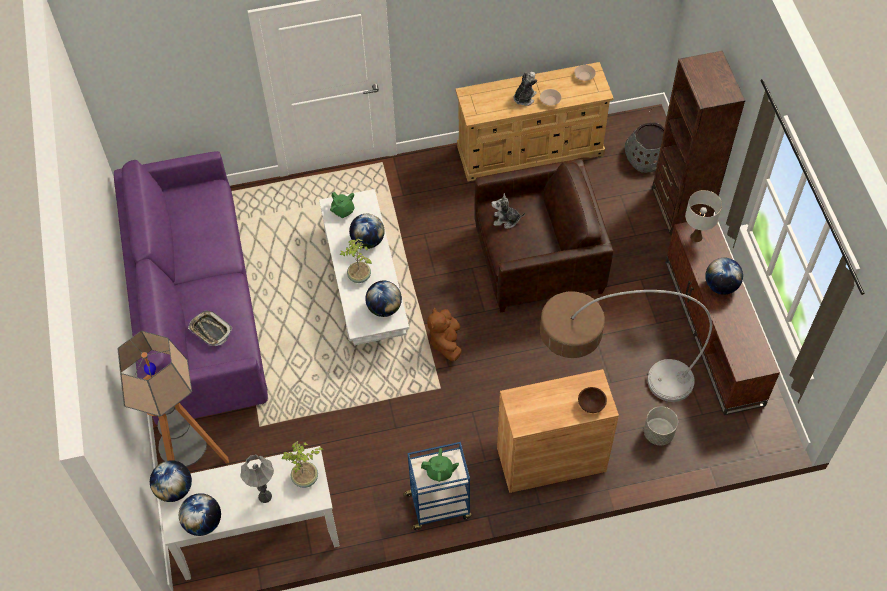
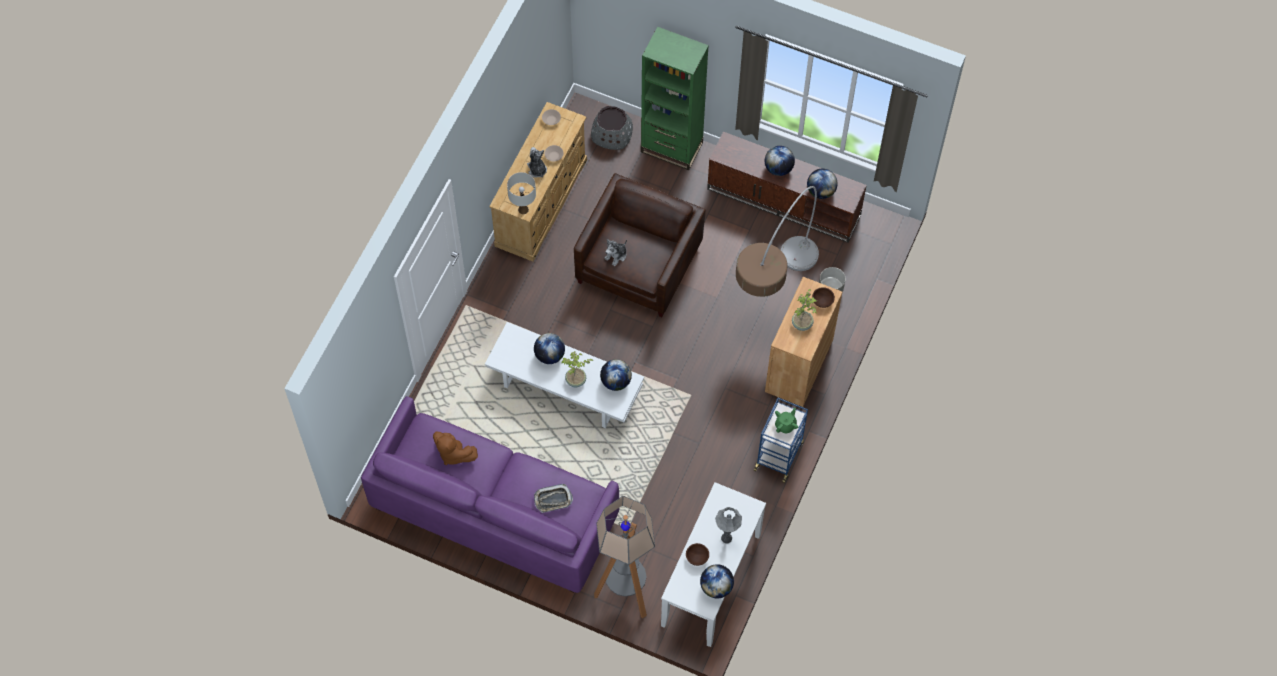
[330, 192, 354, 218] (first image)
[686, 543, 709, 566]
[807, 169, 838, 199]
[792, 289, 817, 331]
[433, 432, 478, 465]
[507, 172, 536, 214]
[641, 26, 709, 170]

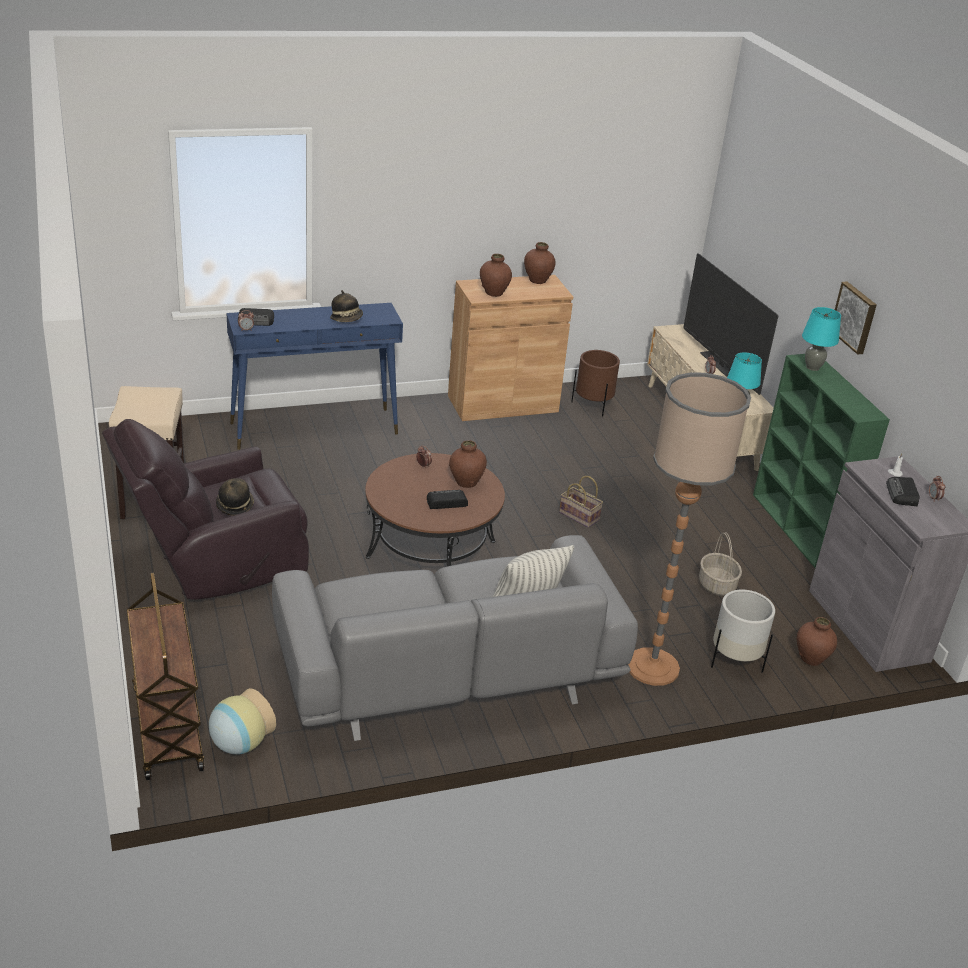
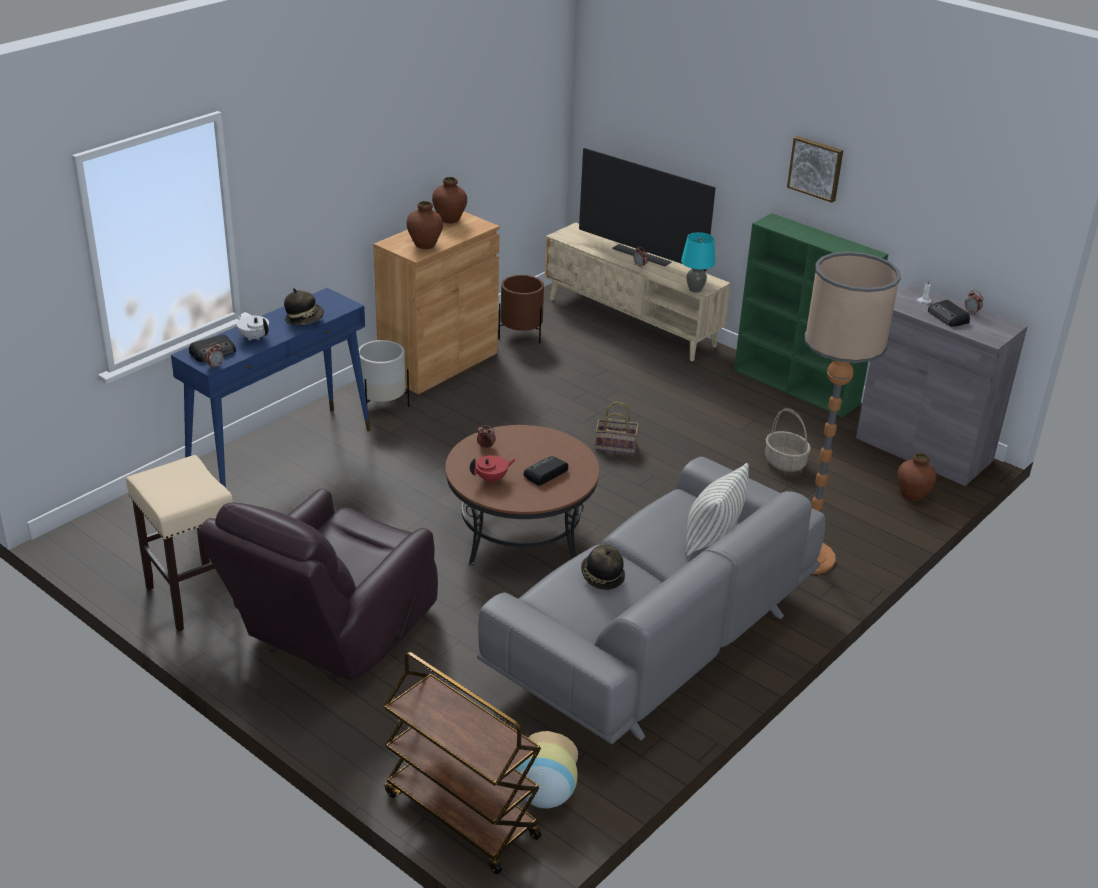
[449, 440, 487, 488] (first image)
[802, 307, 841, 371] (first image)
[236, 315, 269, 341]
[470, 455, 516, 484]
[581, 544, 625, 590]
[359, 340, 409, 407]

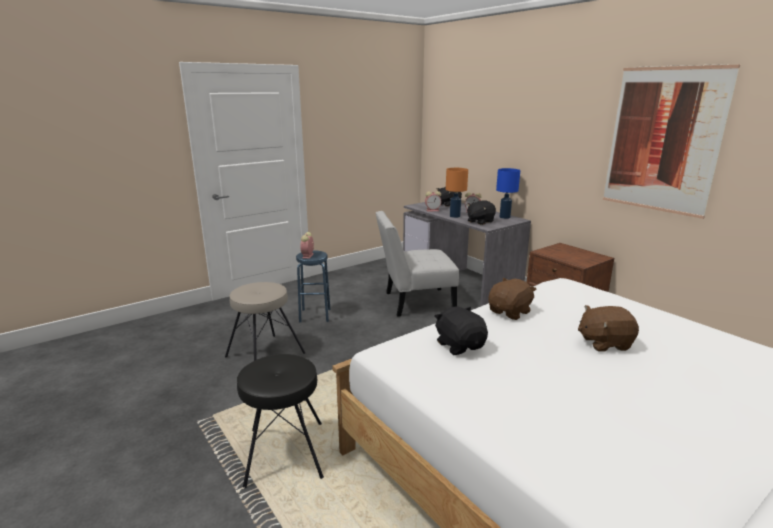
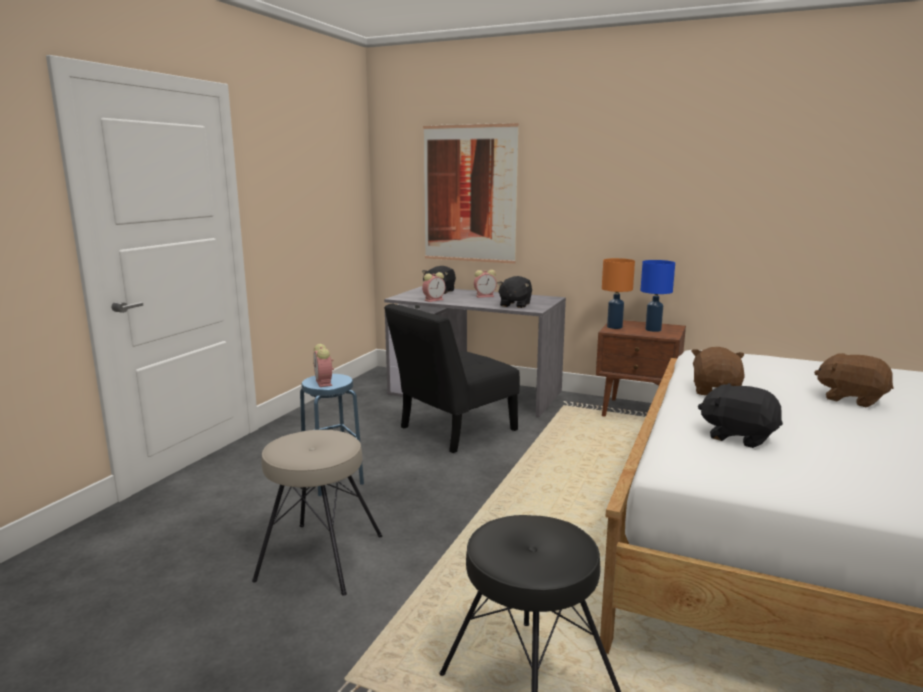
[602, 258, 635, 329]
[640, 260, 675, 332]
[423, 123, 519, 264]
[384, 303, 520, 453]
[814, 353, 894, 407]

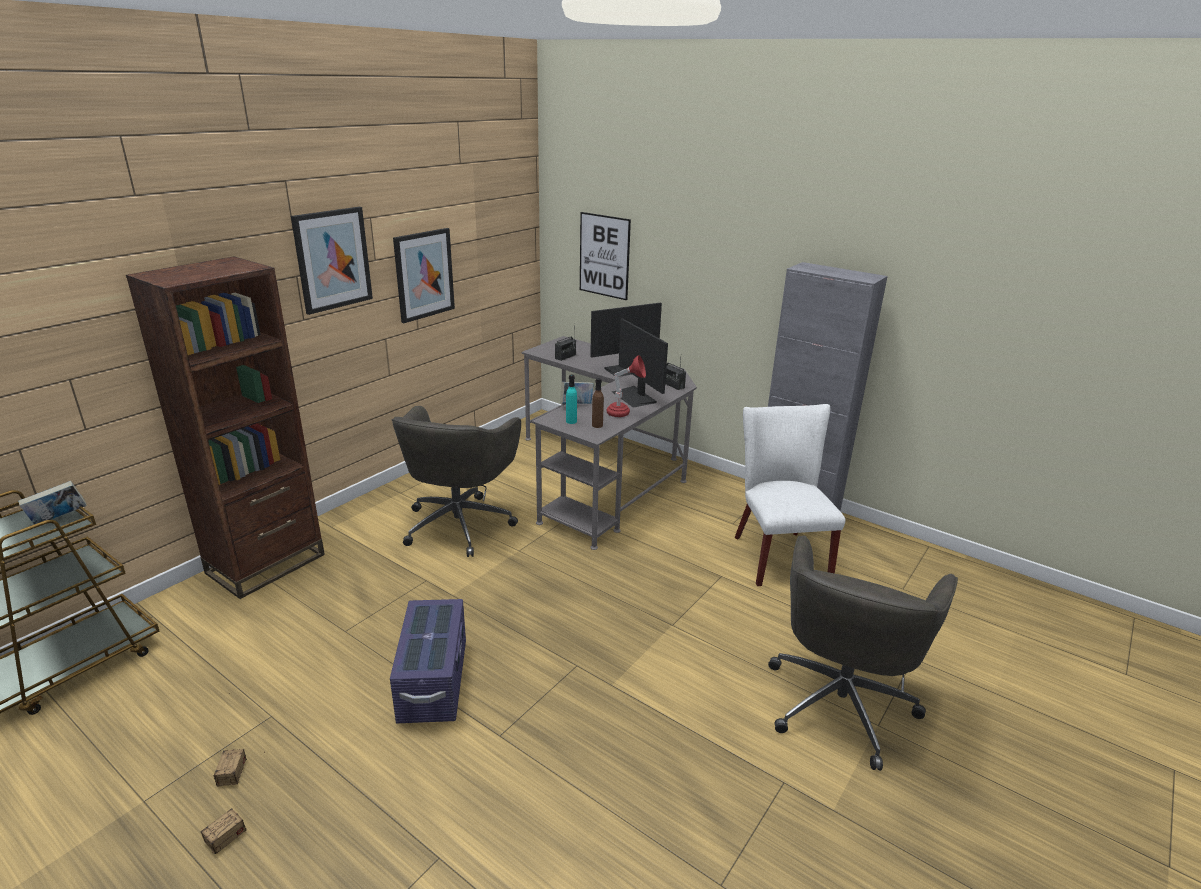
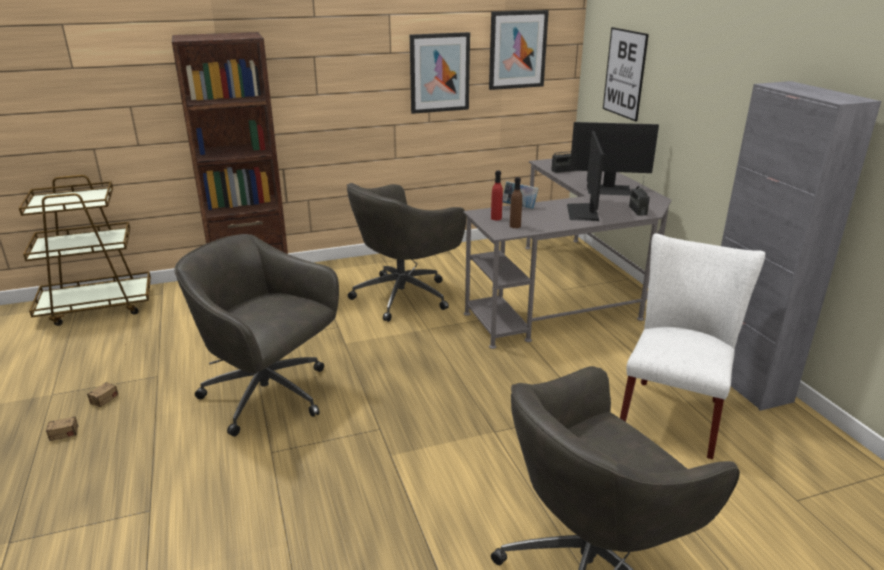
[18, 481, 87, 524] (first image)
[606, 355, 646, 417] (first image)
[489, 10, 549, 90]
[174, 234, 339, 437]
[491, 171, 503, 220]

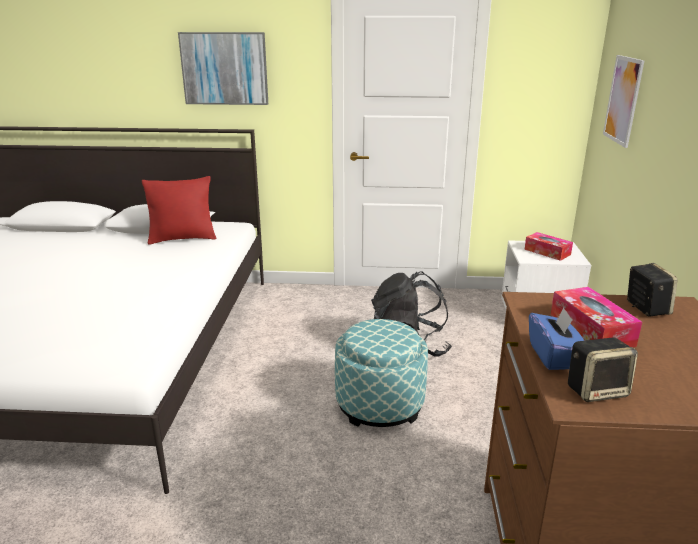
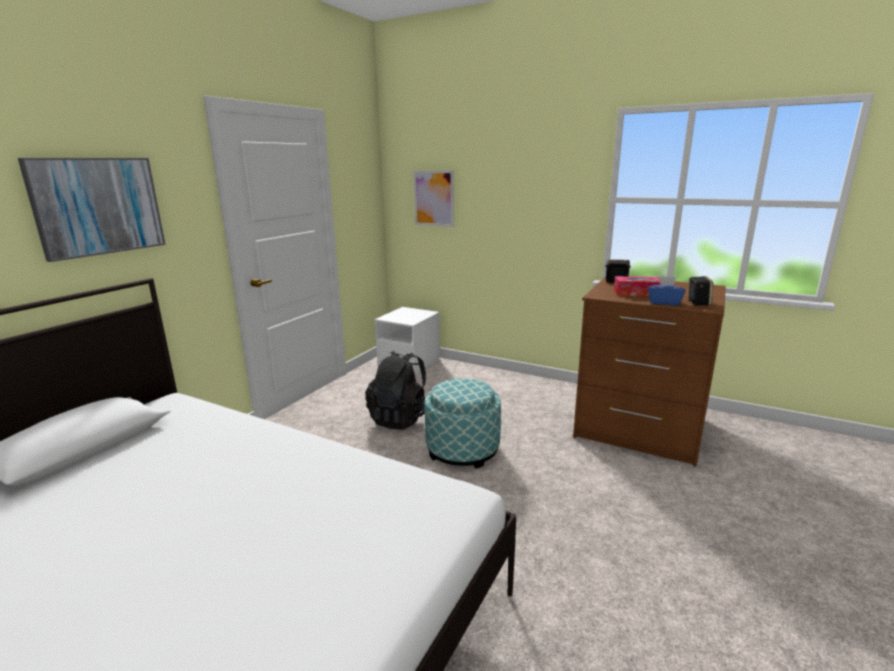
[142, 176, 217, 245] (first image)
[524, 232, 573, 261] (first image)

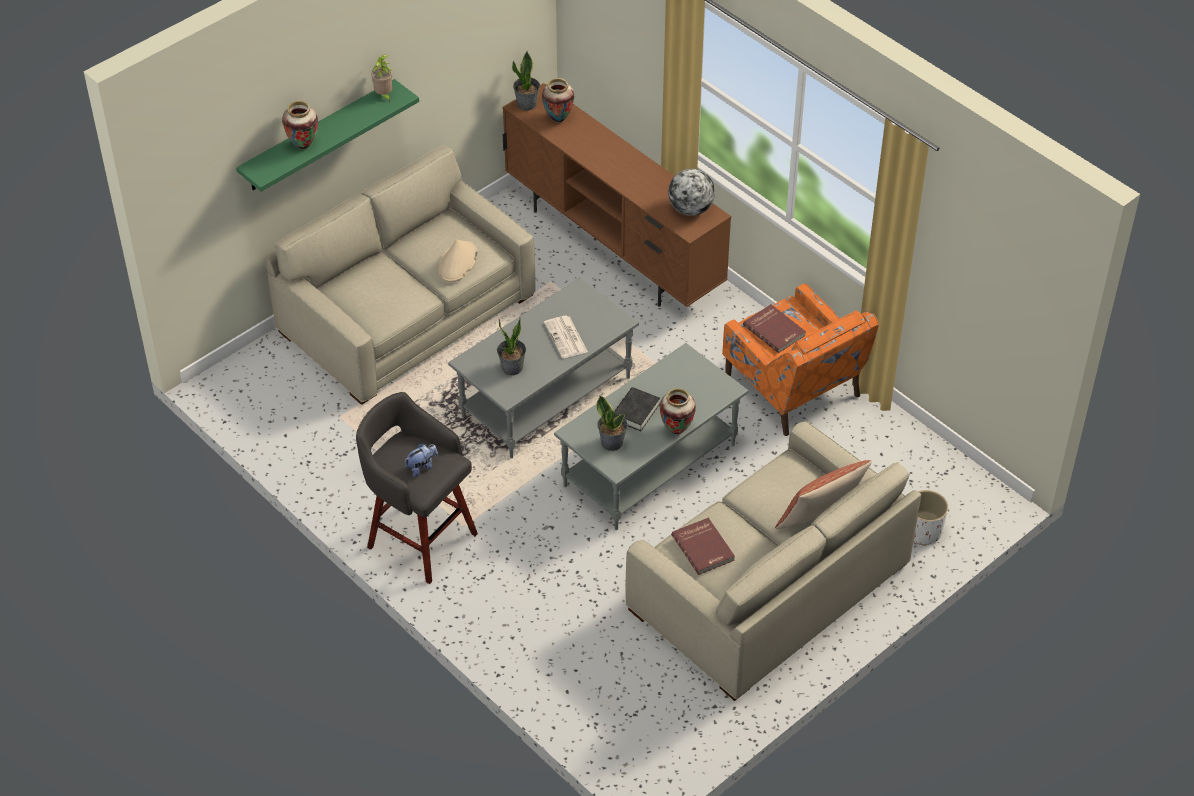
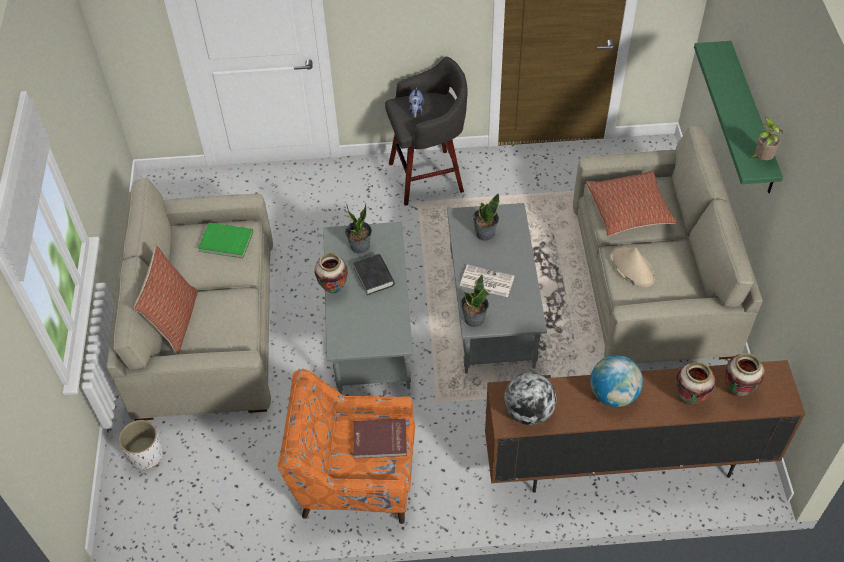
[585, 171, 677, 236]
[590, 355, 643, 407]
[676, 362, 715, 405]
[460, 275, 489, 327]
[198, 223, 253, 258]

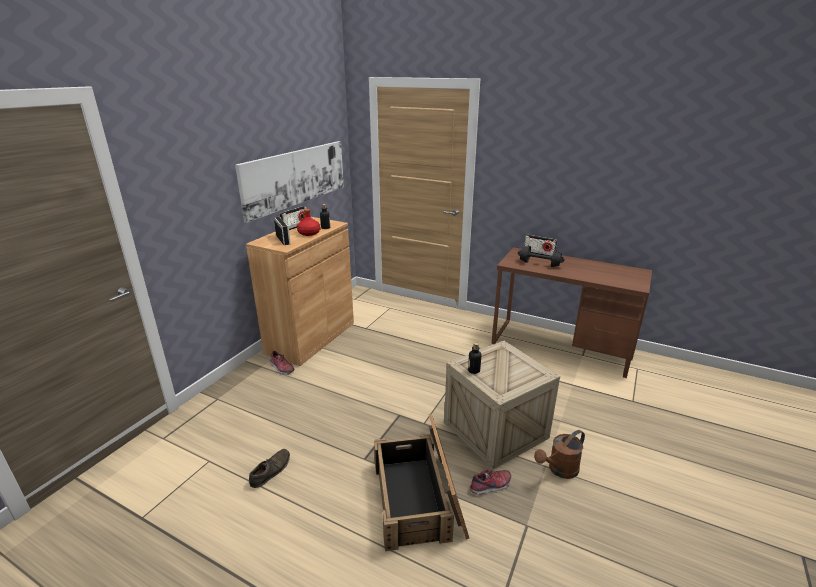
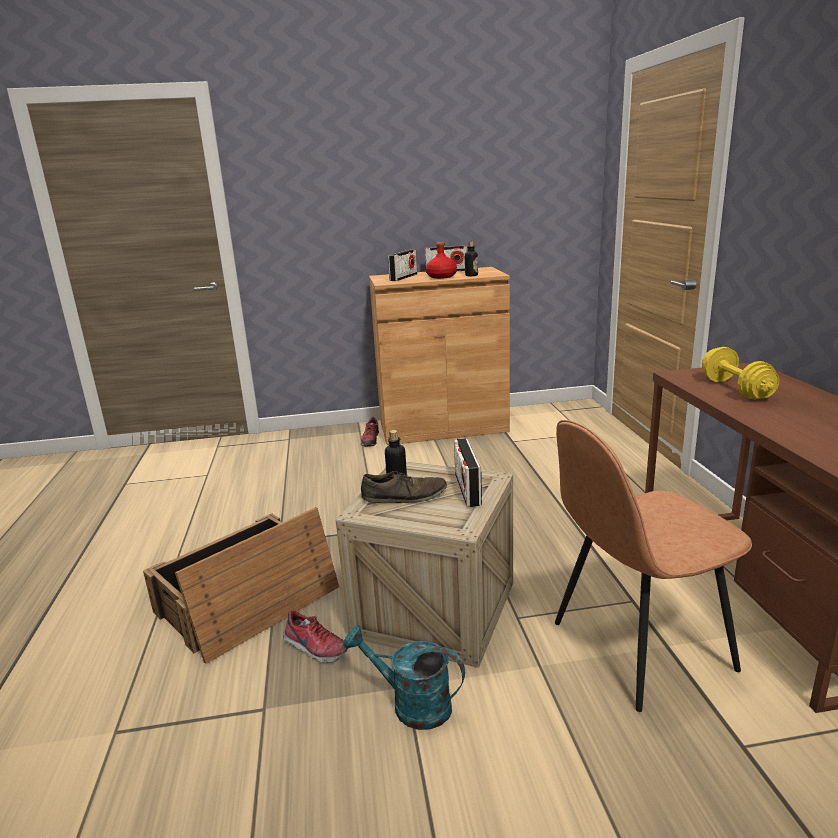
[235, 141, 344, 223] (first image)
[555, 420, 752, 712]
[361, 471, 447, 503]
[454, 438, 482, 507]
[702, 347, 779, 399]
[343, 626, 465, 730]

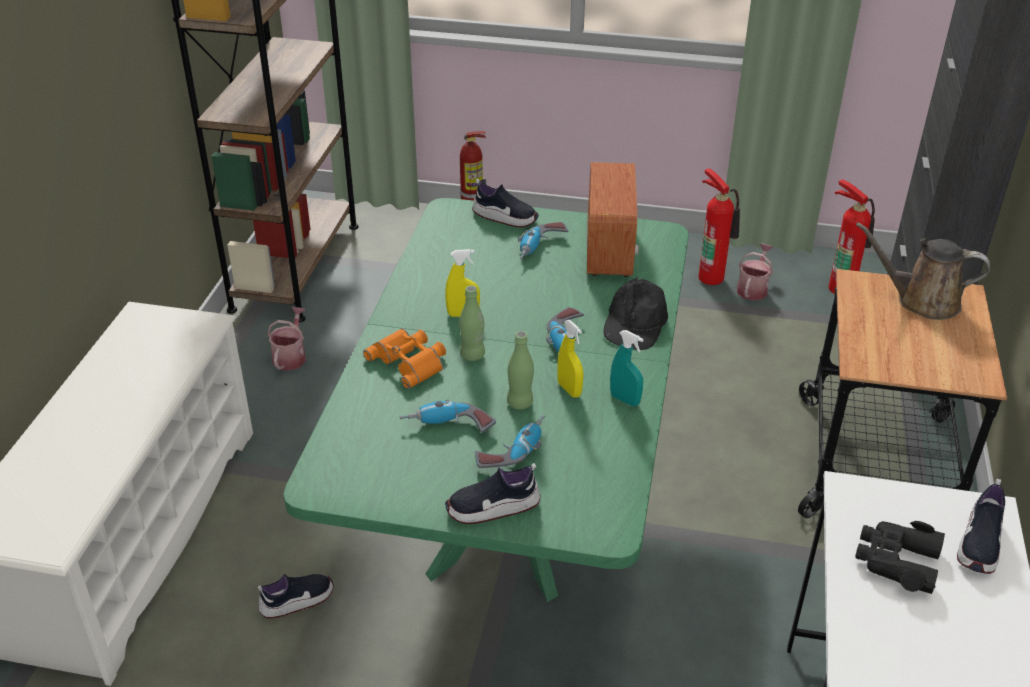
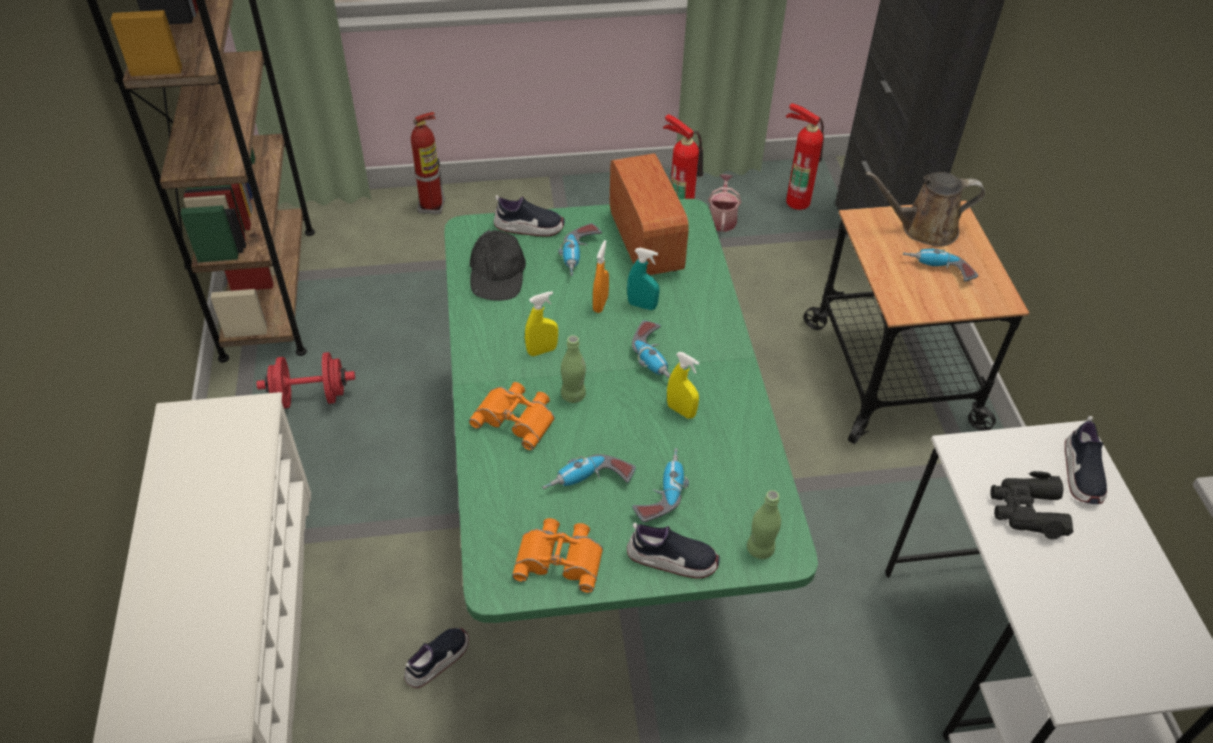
[512, 518, 603, 593]
[593, 240, 609, 313]
[903, 249, 978, 282]
[747, 490, 781, 559]
[470, 230, 526, 301]
[627, 248, 660, 310]
[257, 352, 355, 408]
[627, 523, 720, 578]

